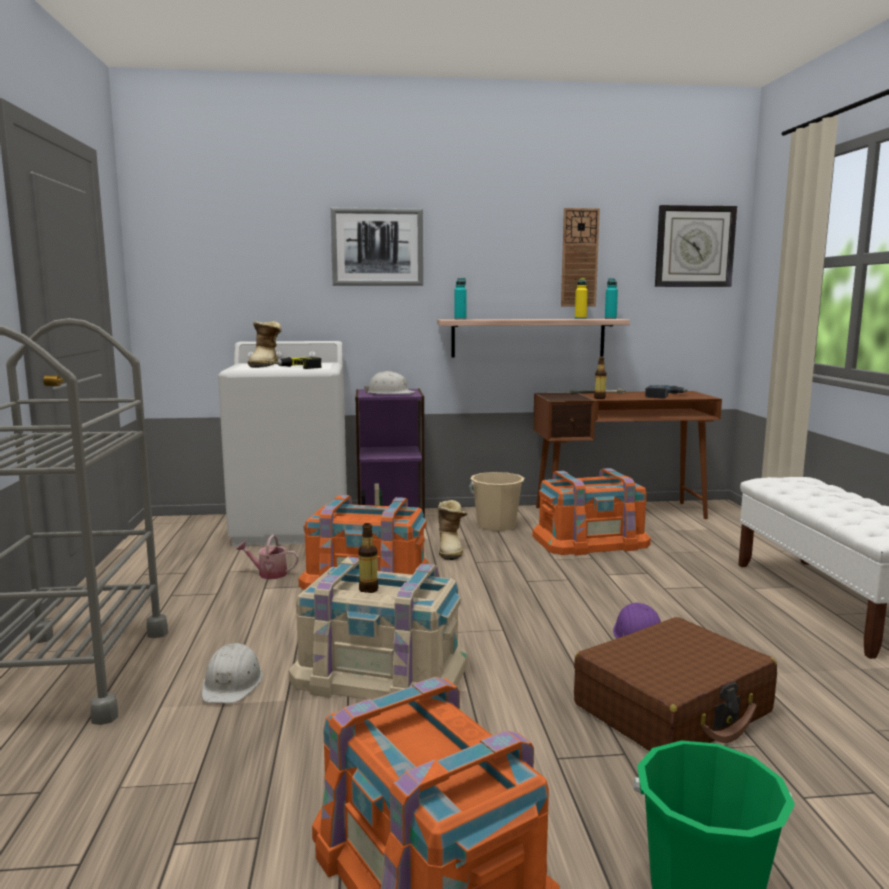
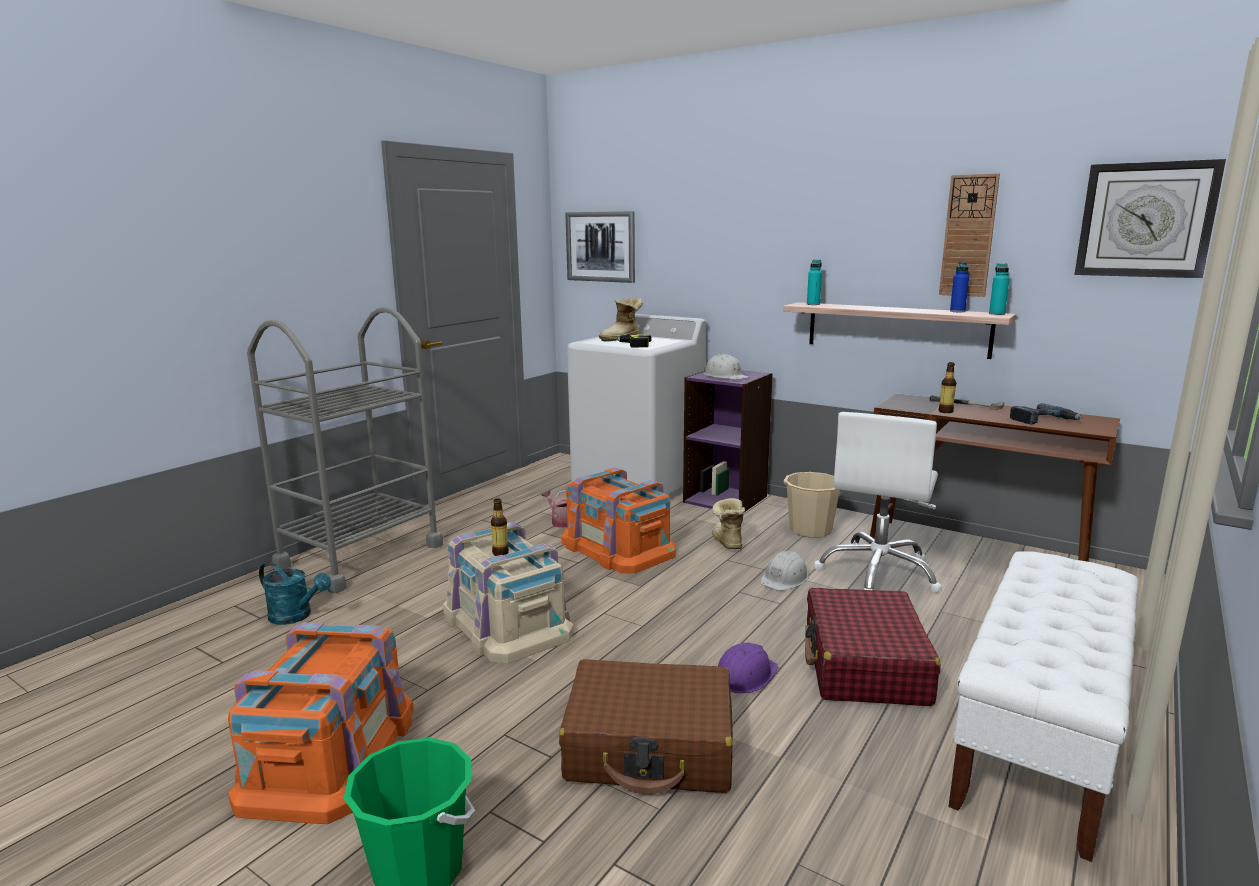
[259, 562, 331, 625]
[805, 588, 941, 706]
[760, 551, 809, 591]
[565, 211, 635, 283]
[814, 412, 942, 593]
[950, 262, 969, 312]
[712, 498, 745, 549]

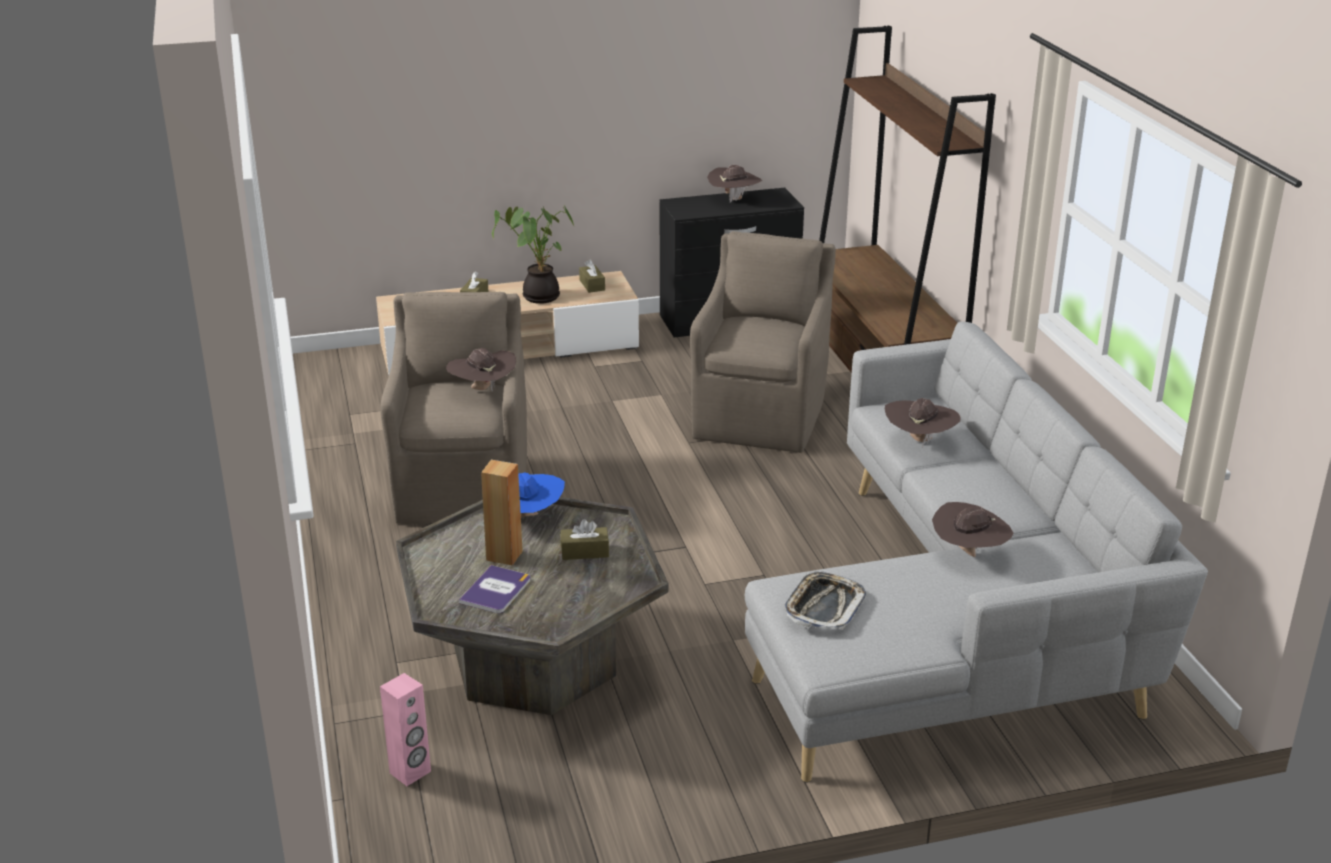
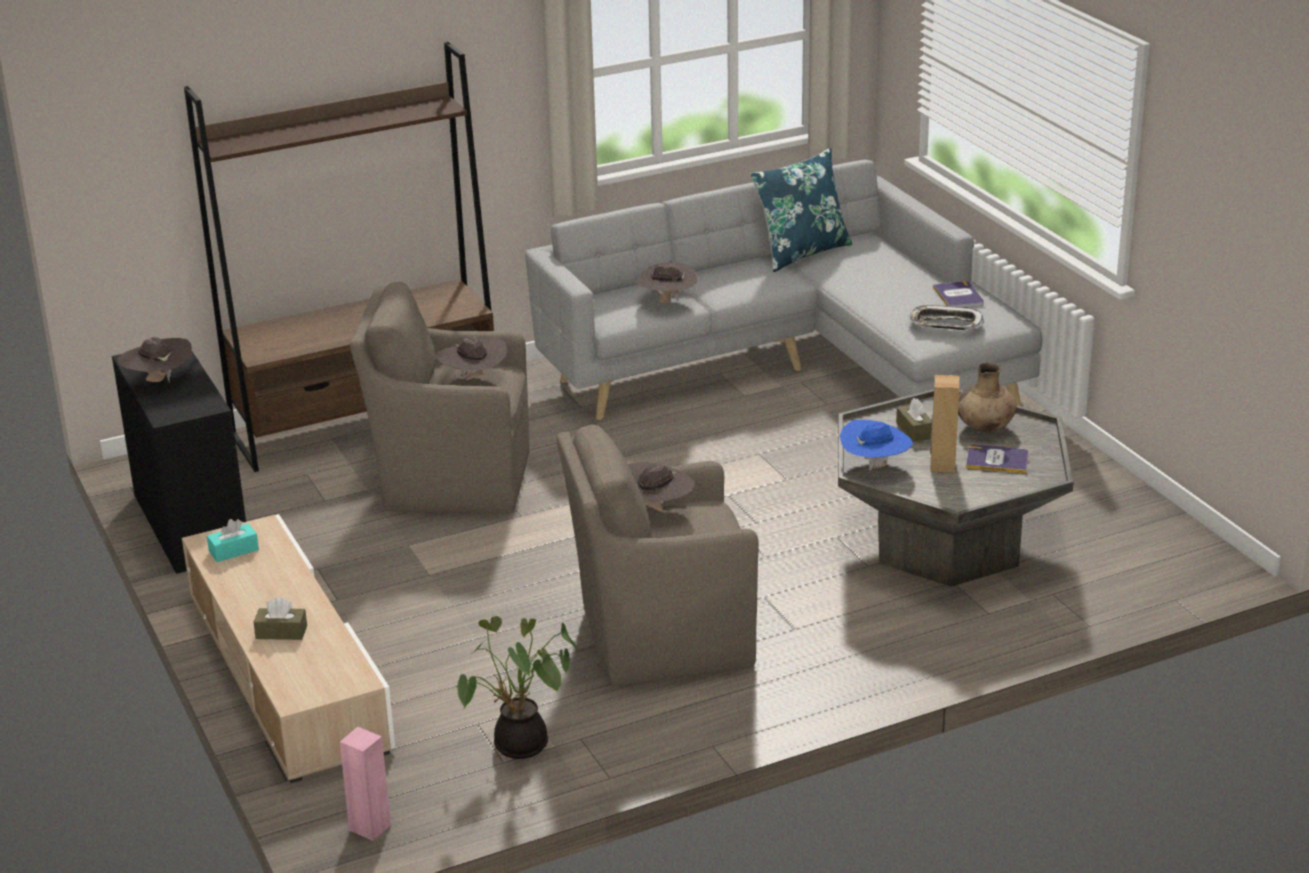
[750, 148, 852, 272]
[933, 281, 984, 308]
[958, 363, 1017, 432]
[340, 727, 391, 841]
[456, 616, 577, 759]
[437, 337, 507, 380]
[207, 519, 259, 562]

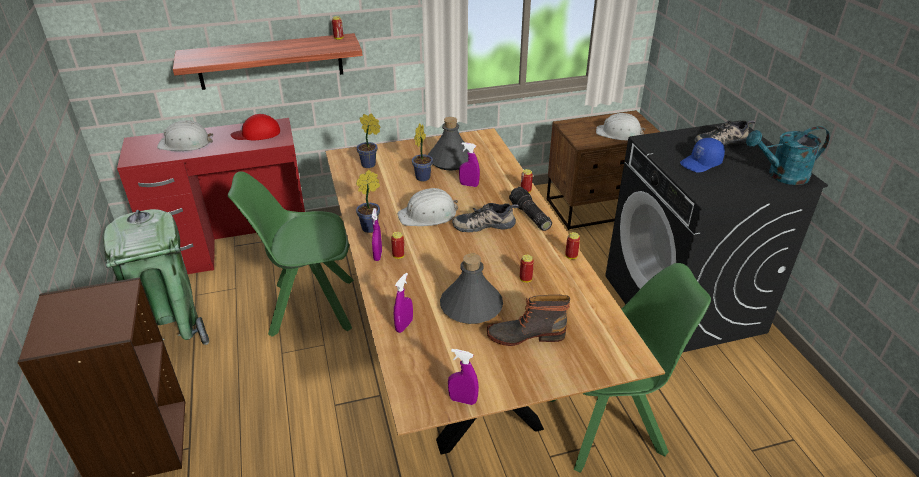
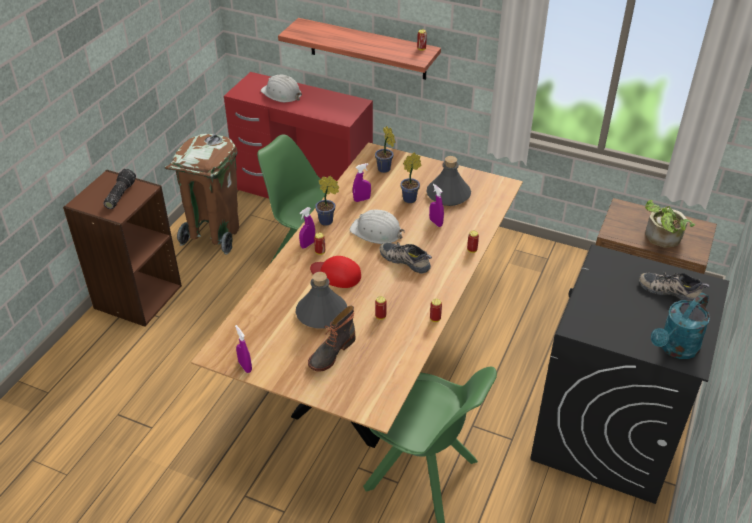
[680, 138, 725, 173] (first image)
[310, 256, 361, 288]
[353, 163, 371, 202]
[103, 169, 136, 209]
[645, 200, 695, 248]
[164, 134, 239, 255]
[308, 306, 355, 372]
[651, 293, 710, 359]

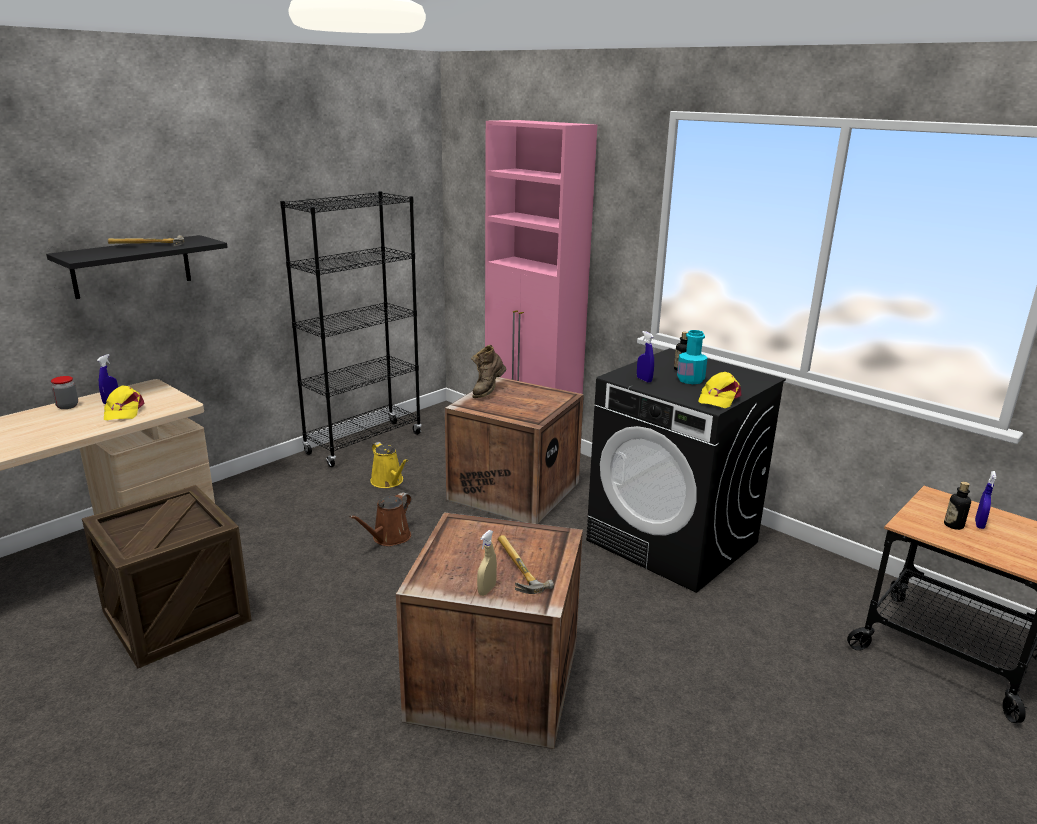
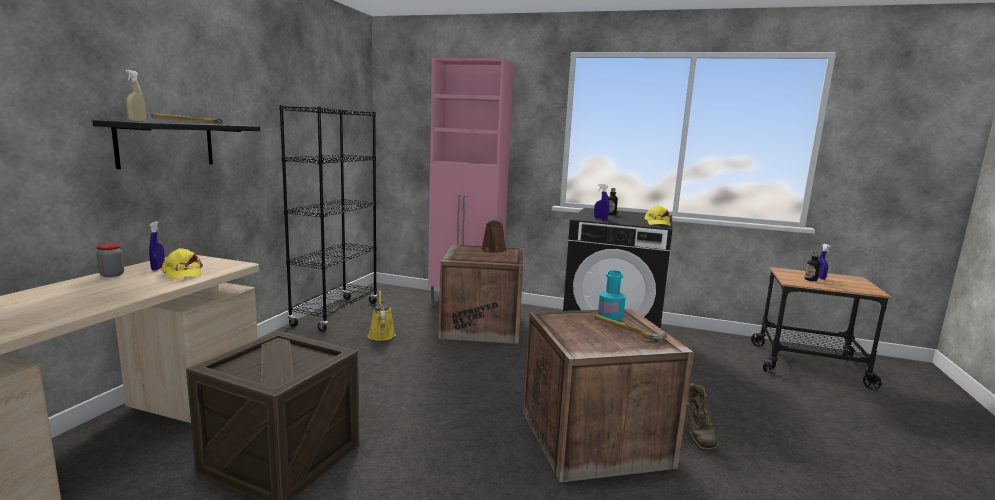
[481, 220, 507, 253]
[687, 383, 719, 451]
[125, 70, 146, 122]
[598, 270, 626, 321]
[368, 290, 396, 341]

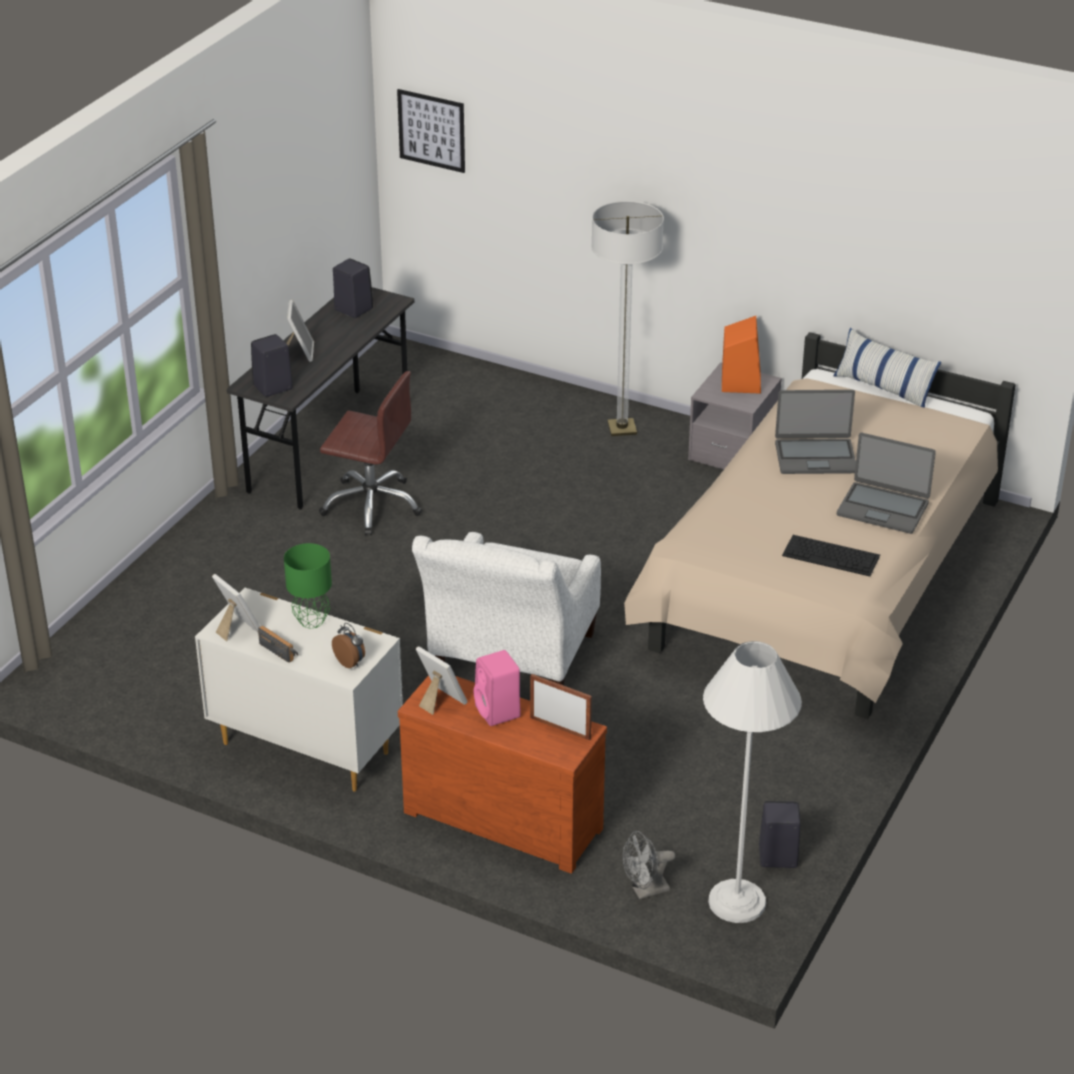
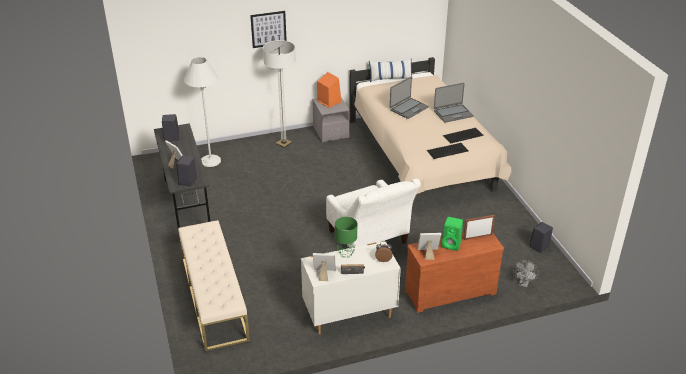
[319, 371, 422, 535] (first image)
[178, 220, 250, 351]
[427, 143, 469, 159]
[250, 11, 287, 48]
[184, 57, 221, 167]
[441, 217, 463, 251]

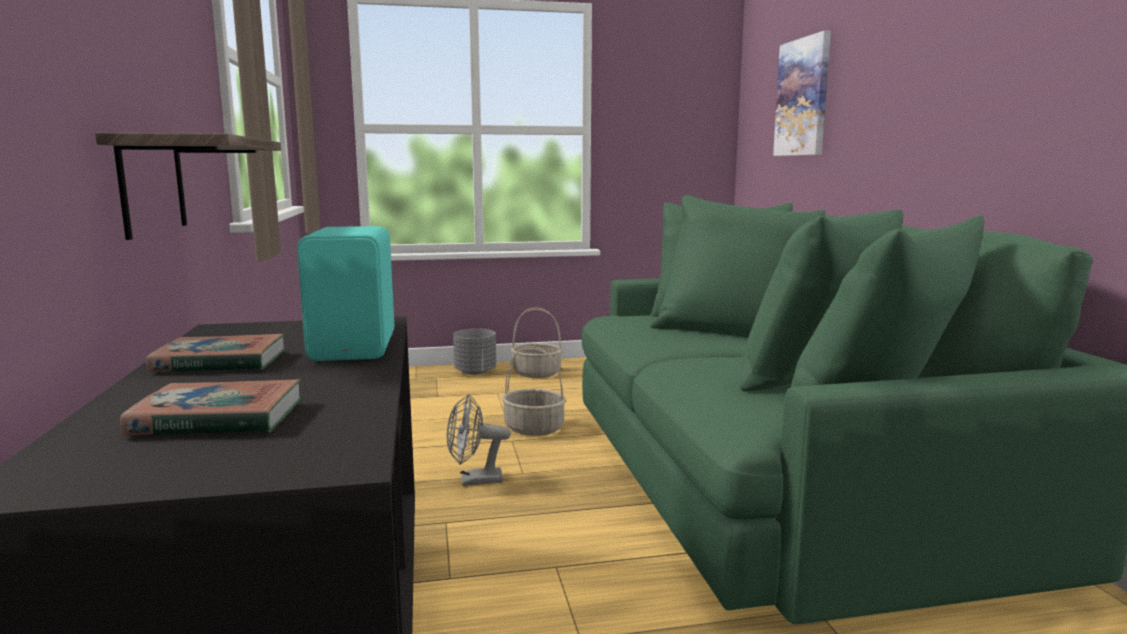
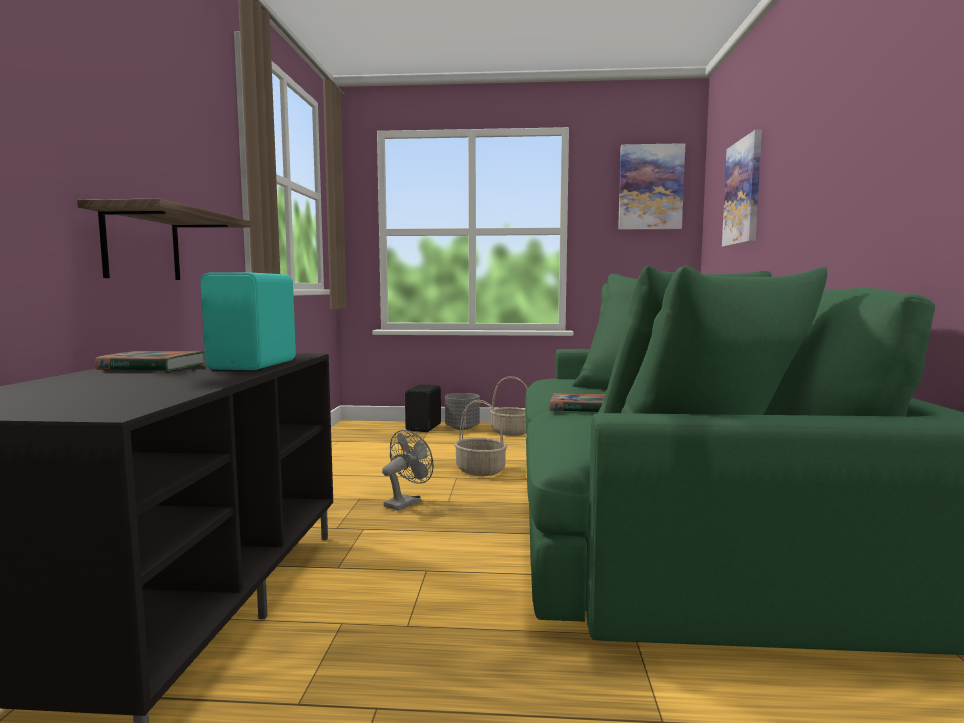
[405, 384, 441, 432]
[618, 143, 685, 230]
[550, 393, 605, 412]
[382, 430, 434, 511]

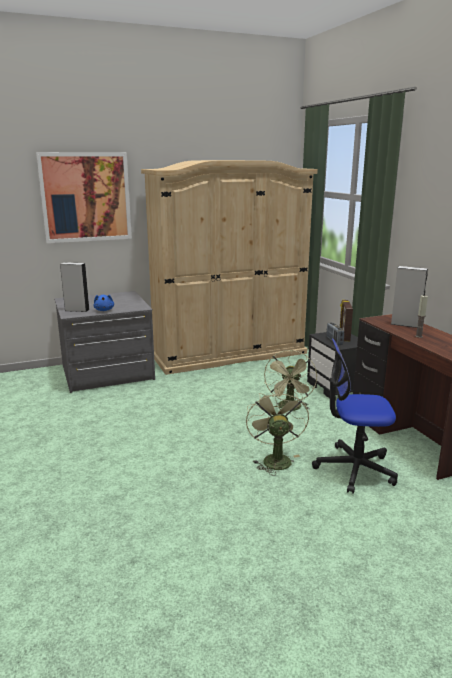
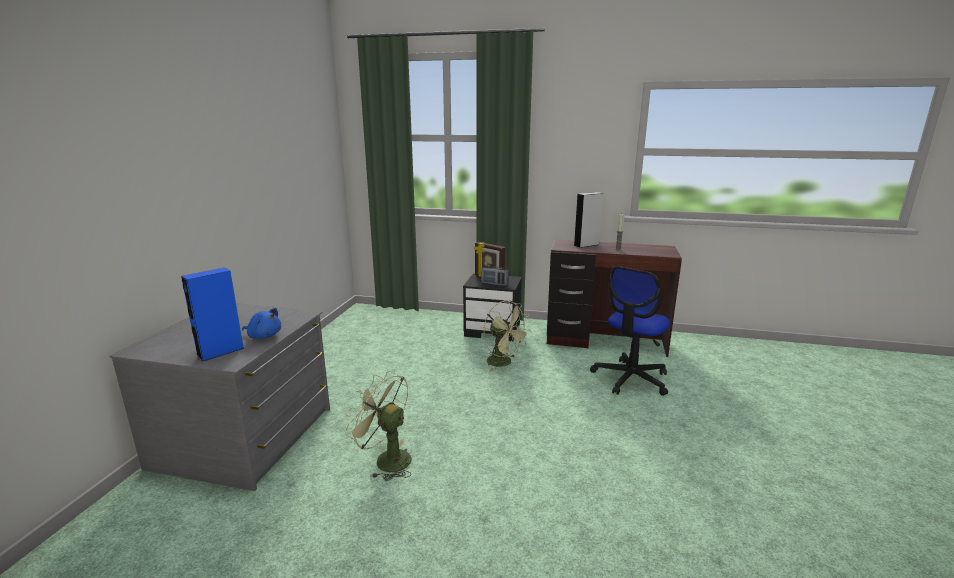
[36, 152, 132, 243] (first image)
[141, 160, 318, 375] (first image)
[345, 371, 411, 481]
[181, 268, 245, 362]

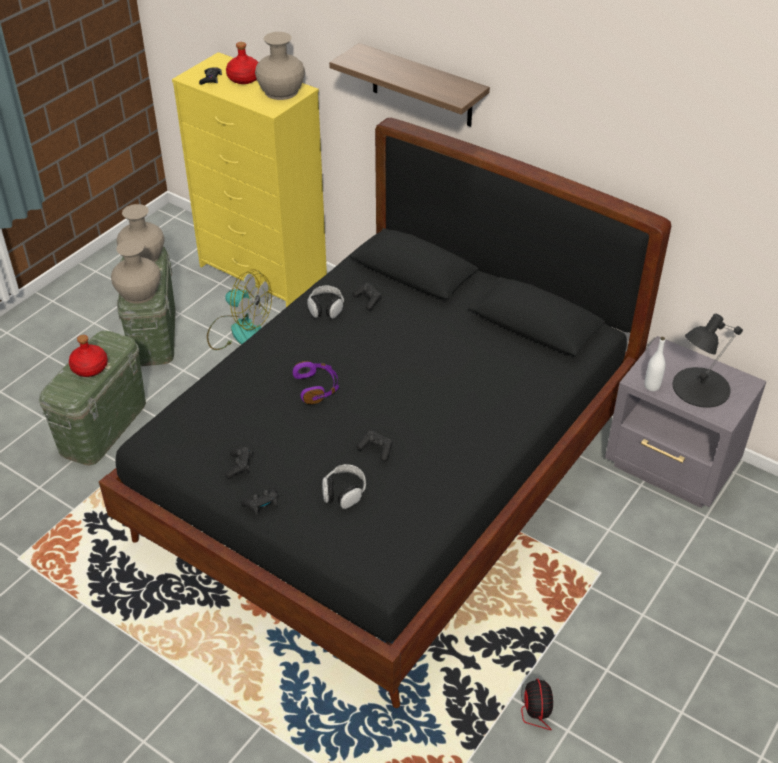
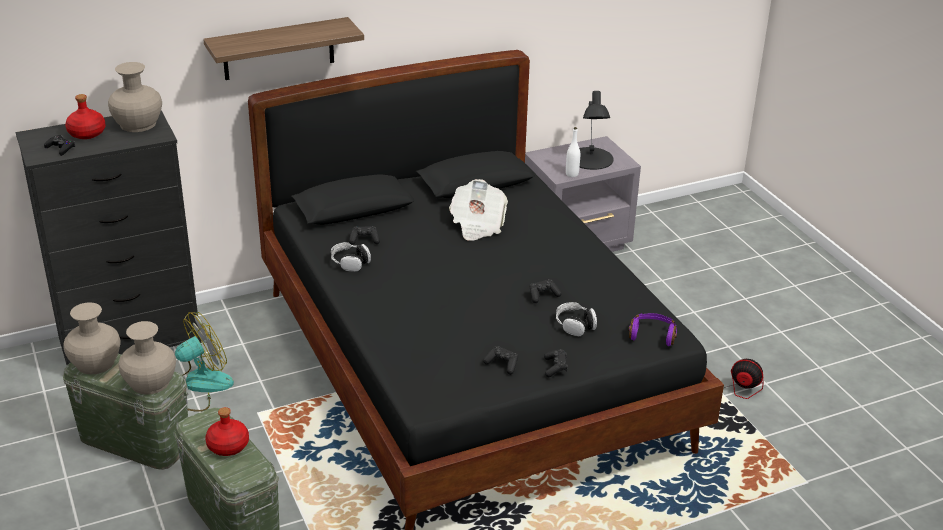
[449, 179, 508, 241]
[628, 313, 677, 346]
[16, 110, 202, 365]

